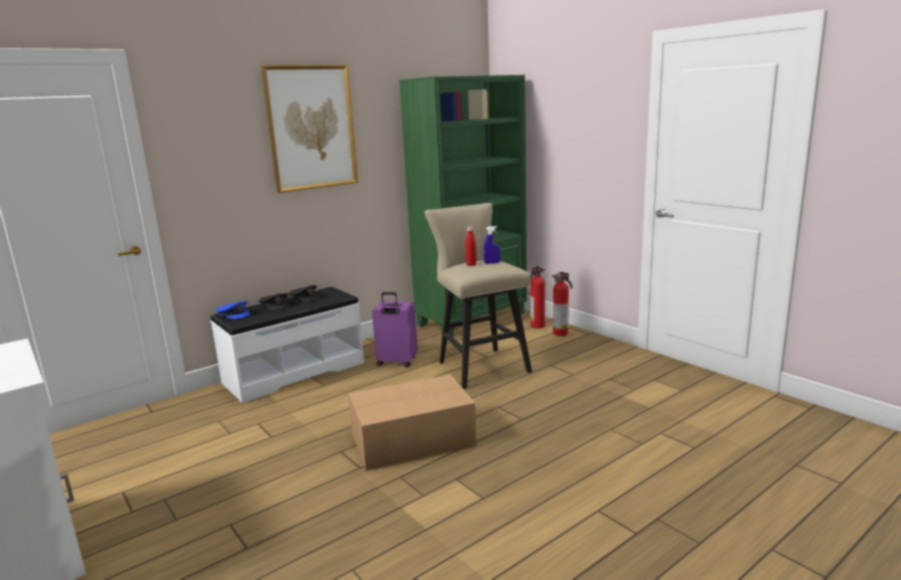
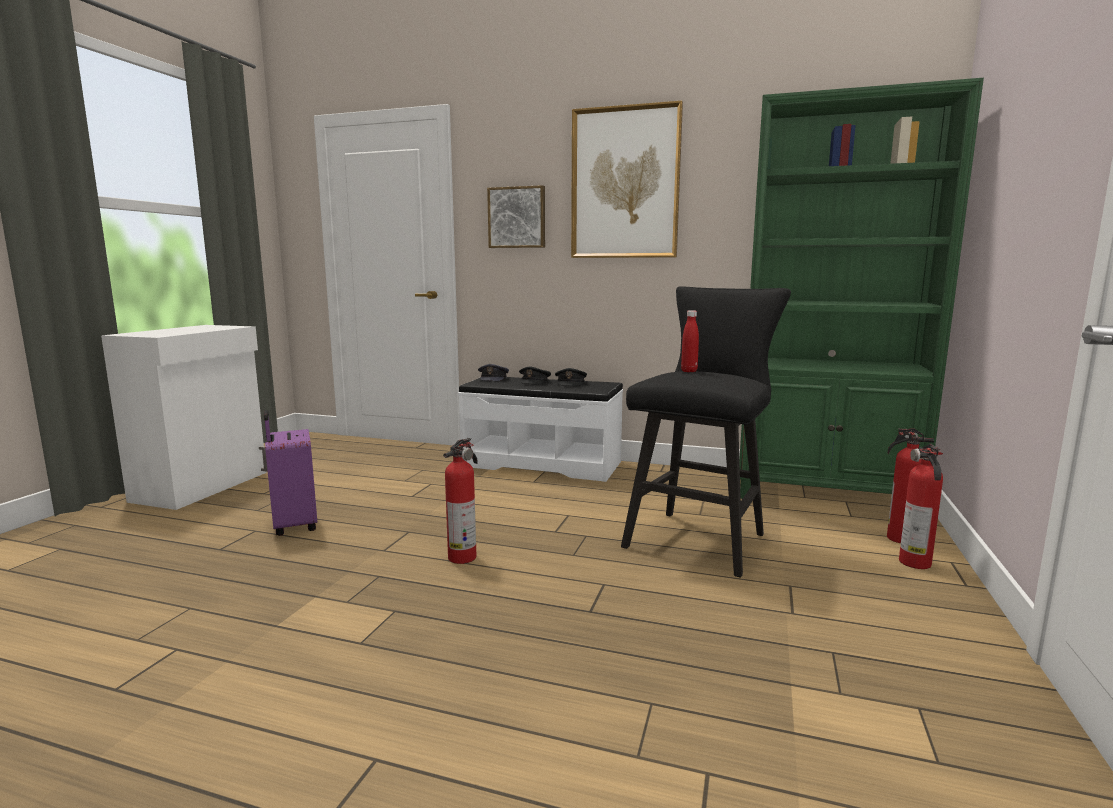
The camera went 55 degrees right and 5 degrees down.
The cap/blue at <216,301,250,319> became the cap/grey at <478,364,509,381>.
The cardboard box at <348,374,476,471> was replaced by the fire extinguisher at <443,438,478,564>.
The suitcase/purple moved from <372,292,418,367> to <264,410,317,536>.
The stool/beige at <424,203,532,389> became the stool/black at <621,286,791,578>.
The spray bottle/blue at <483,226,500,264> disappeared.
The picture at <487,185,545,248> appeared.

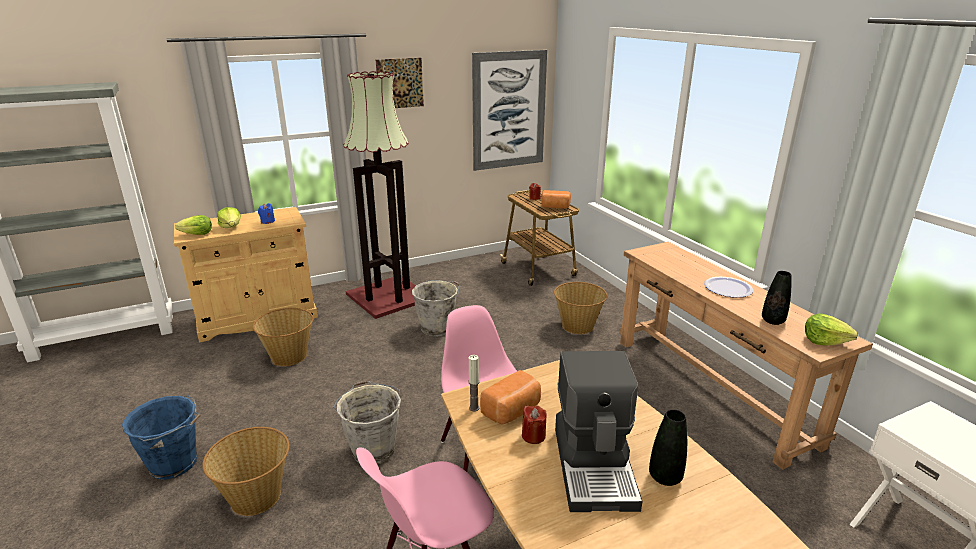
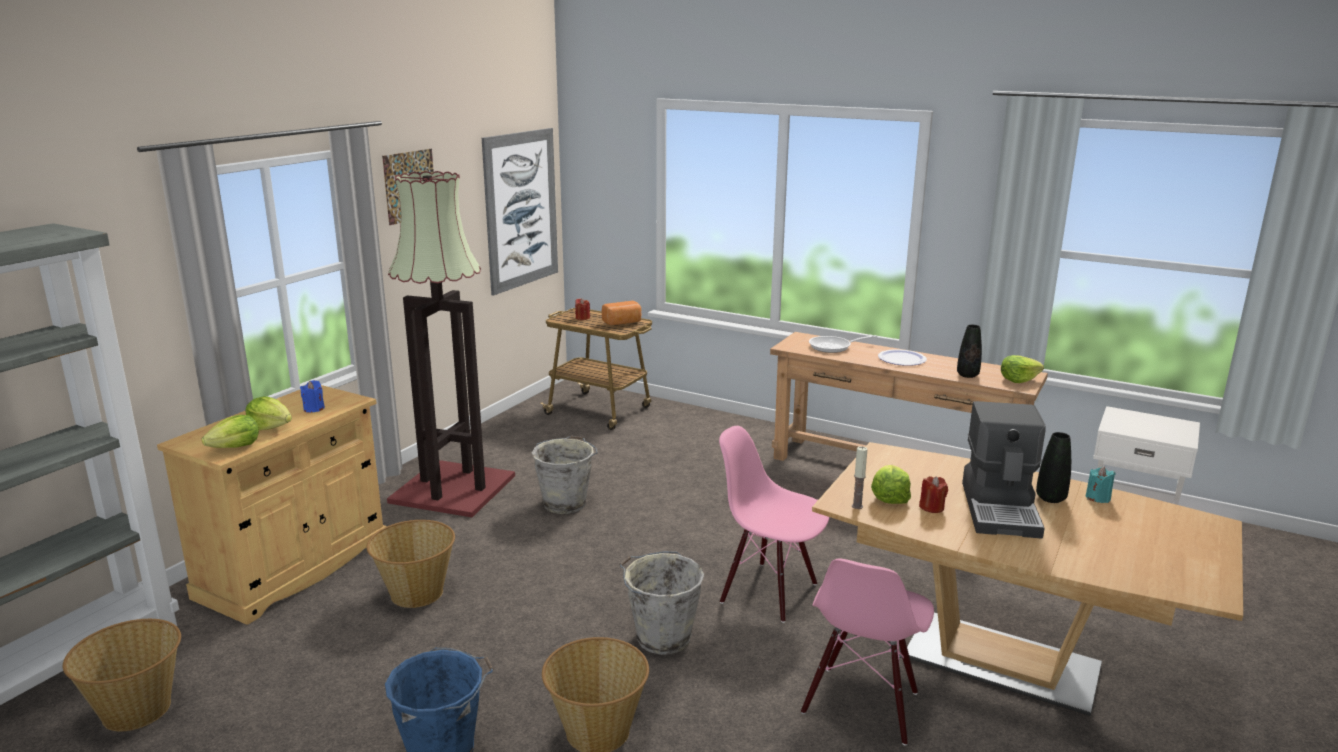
The camera went 35 degrees left and 5 degrees down.
The bread at <480,370,541,425> was replaced by the lettuce at <871,465,911,504>.
The basket moved from <554,282,607,334> to <63,619,181,731>.
The coffee machine at <555,351,643,512> turned 45 degrees clockwise.
The frying pan at <809,335,877,353> appeared.
The candle/turquoise at <1086,467,1116,503> appeared.

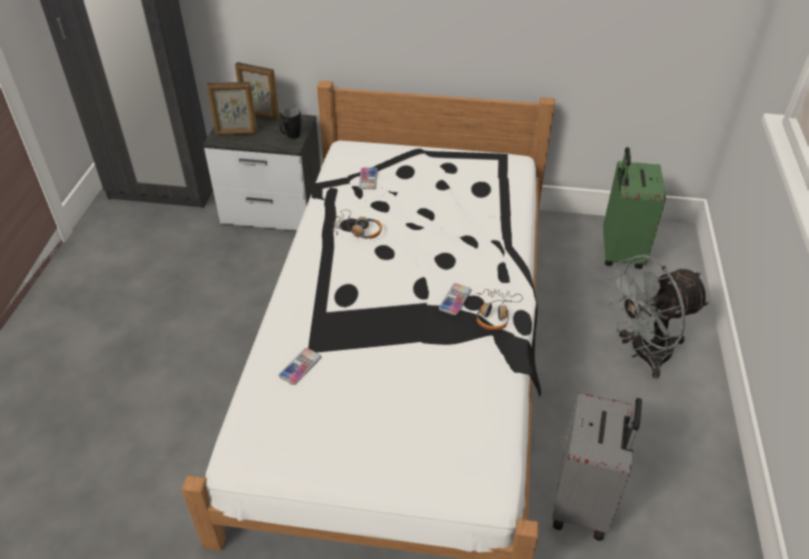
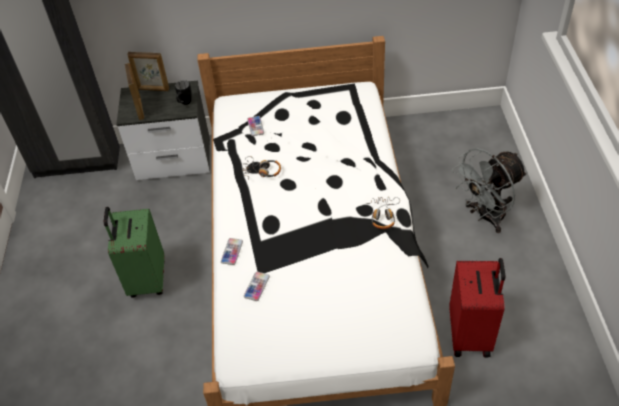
The camera went 10 degrees left and 5 degrees up.
The picture frame at <206,82,257,135> turned 90 degrees counterclockwise.
The phone moved from <439,283,471,315> to <221,238,243,265>.
The suitcase/grey at <552,392,642,541> became the suitcase/red at <449,258,505,358>.
The suitcase/green moved from <603,147,666,269> to <104,207,165,298>.

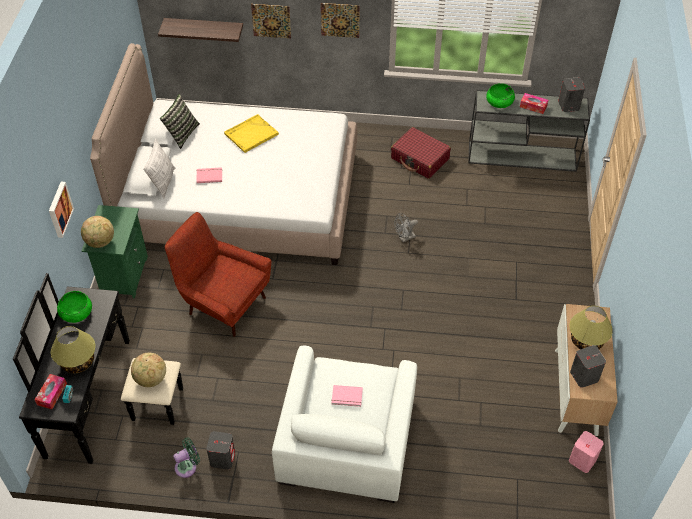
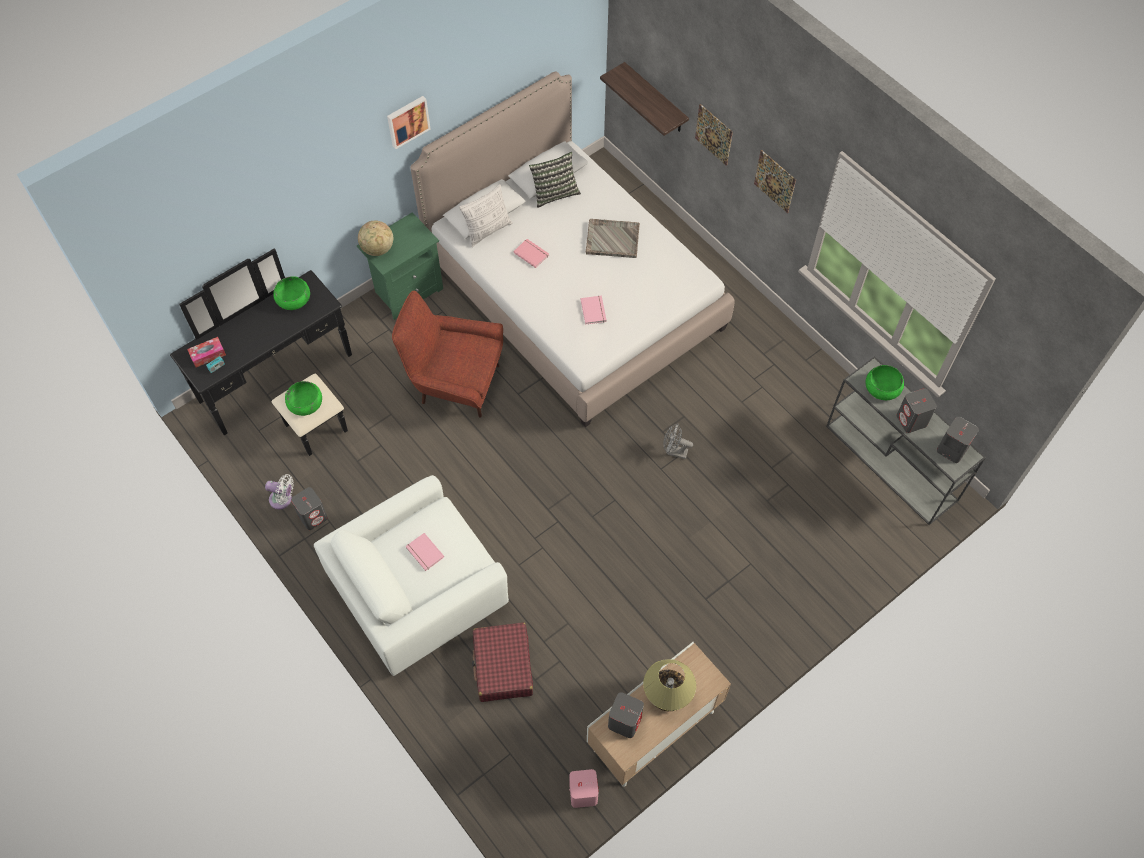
The camera went 45 degrees right and 10 degrees up.
The picture moved from <49,182,74,238> to <387,96,431,149>.
The table lamp at <51,326,95,373> disappeared.
The globe at <131,353,166,387> was replaced by the bowl/green at <285,381,322,416>.
The armchair/red at <165,212,271,337> turned 60 degrees counterclockwise.
The fan/green at <173,437,200,478> became the fan/white at <265,474,294,509>.
The tray/yellow at <224,114,279,153> became the tray/grey at <586,219,640,258>.
The suitcase/red moved from <391,127,451,179> to <472,622,533,702>.
The tissue box at <520,93,548,114> was replaced by the speaker/grey at <897,388,937,433>.
The book/pink at <581,296,607,324> appeared.

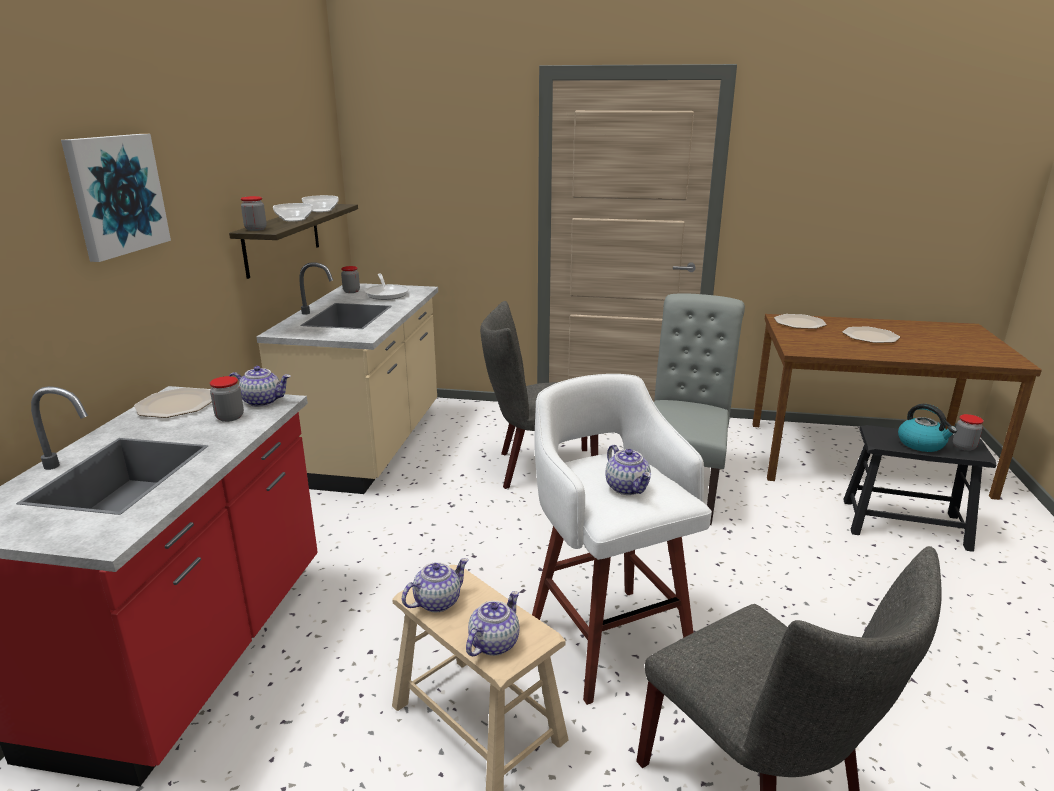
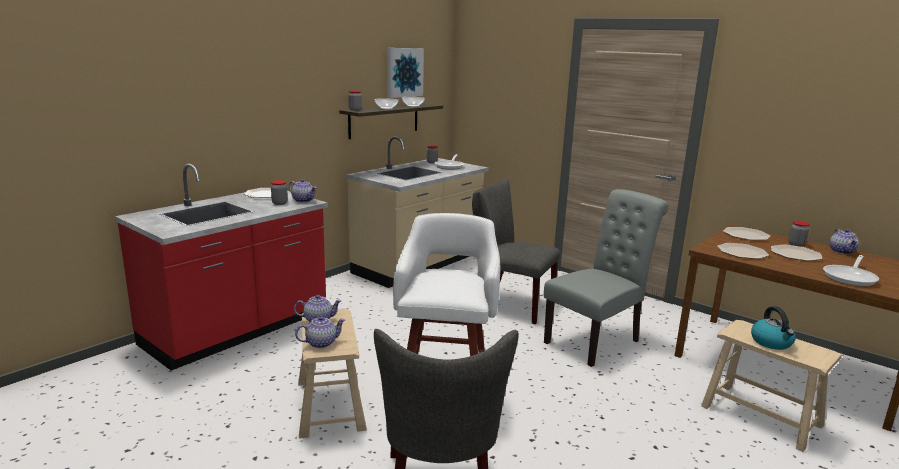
The camera went 30 degrees right and 5 degrees down.
The picture moved from <61,134,171,262> to <387,48,424,98>.
The teapot moved from <605,445,651,495> to <830,229,859,254>.
The stool/black at <843,425,996,552> became the stool/beige at <701,320,842,452>.
The jar moved from <953,414,984,451> to <788,221,810,247>.
The plate at <717,243,769,259> appeared.
The frying pan at <823,255,879,286> appeared.

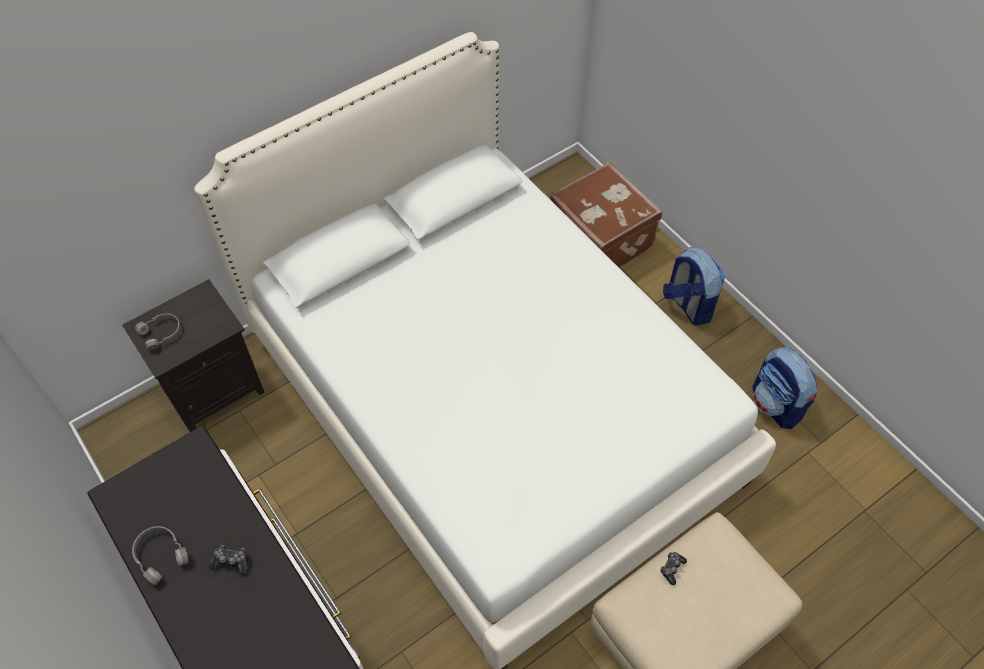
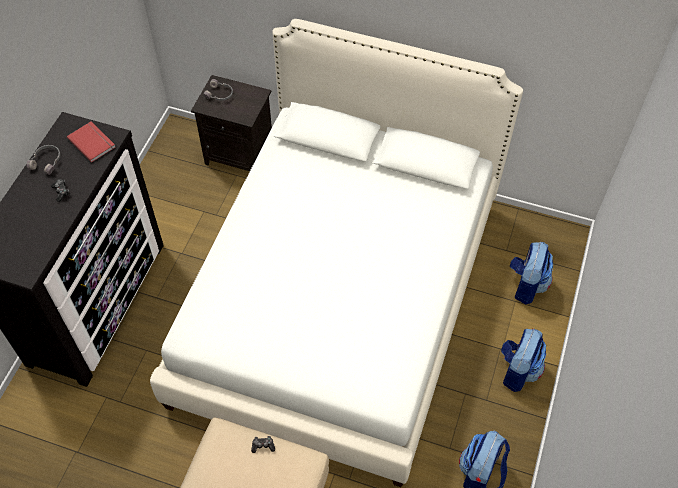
The camera went 55 degrees right and 0 degrees up.
The suitcase/brown at <550,162,662,268> was replaced by the backpack at <510,242,553,304>.
The book/red at <67,122,115,163> appeared.

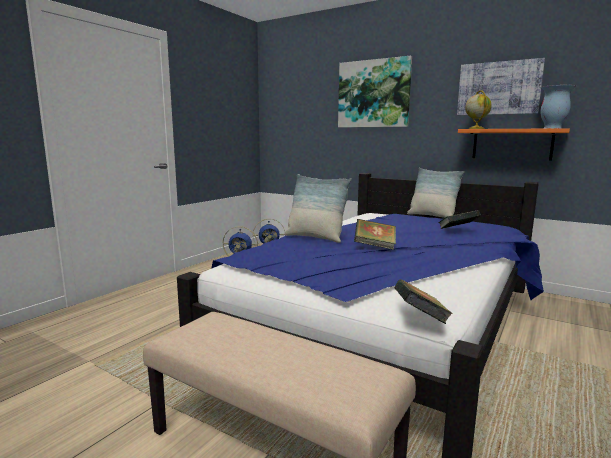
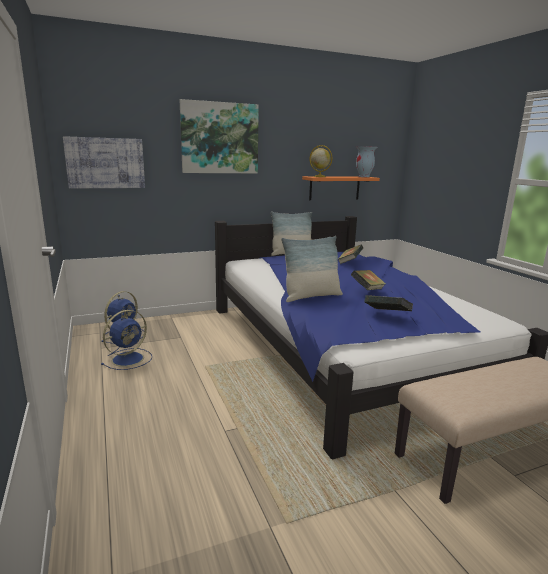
The camera went 55 degrees left and 5 degrees up.
The book moved from <394,279,452,324> to <365,295,413,311>.
The picture moved from <457,58,545,115> to <63,136,145,188>.

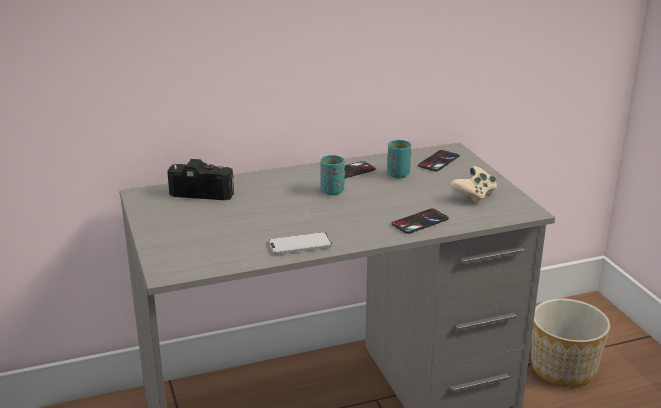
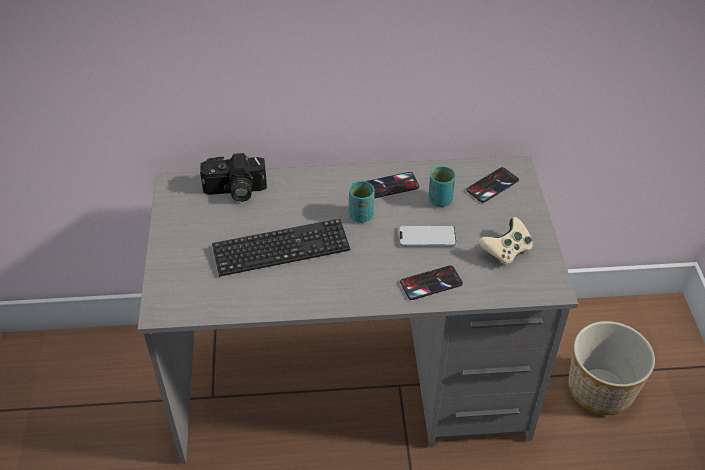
The camera went 15 degrees right and 20 degrees up.
The photo camera at <167,159,234,200> turned 150 degrees clockwise.
The phone moved from <269,232,332,255> to <399,225,456,247>.
The keyboard at <212,218,350,277> appeared.

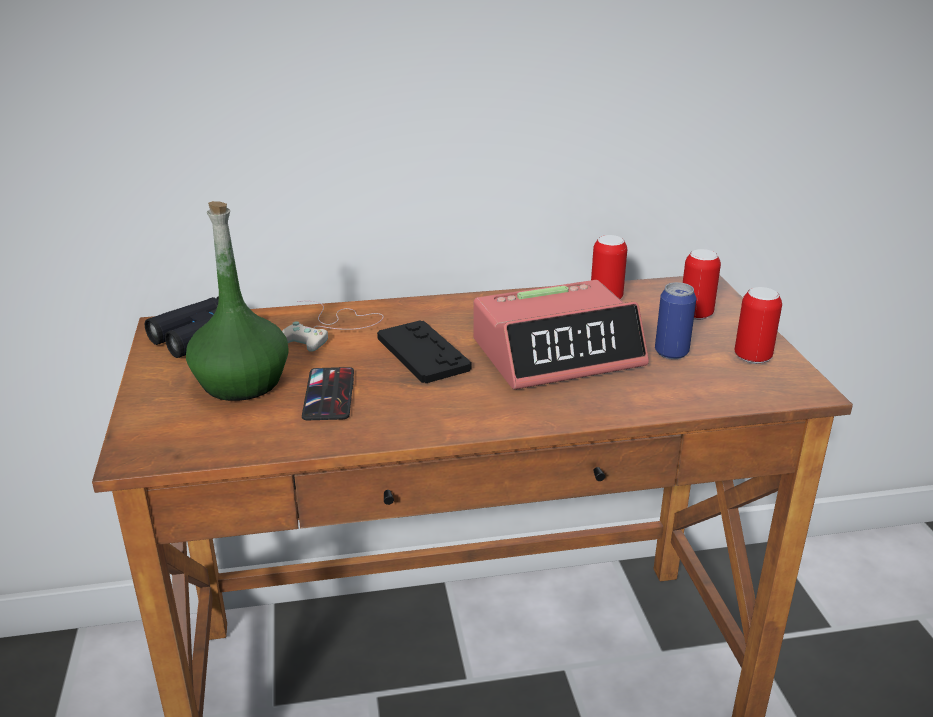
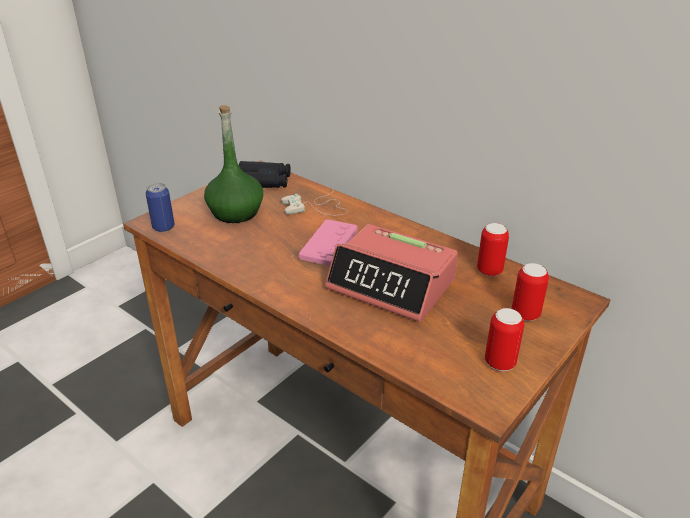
The camera went 50 degrees right and 5 degrees up.
The phone at <302,367,354,420> disappeared.
The game controller/black at <377,320,471,383> became the game controller/pink at <299,219,358,266>.
The can moved from <655,282,696,359> to <146,183,174,232>.

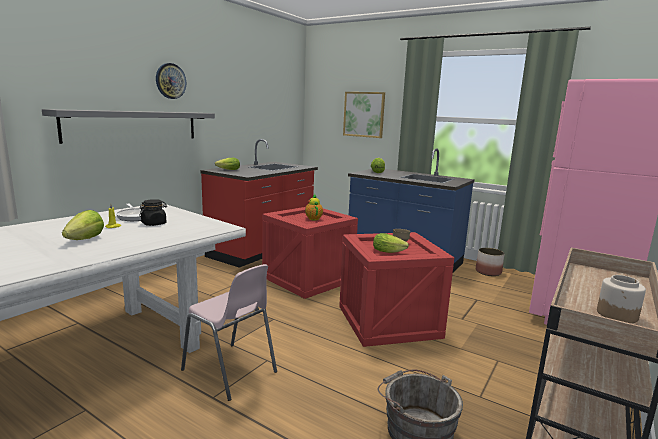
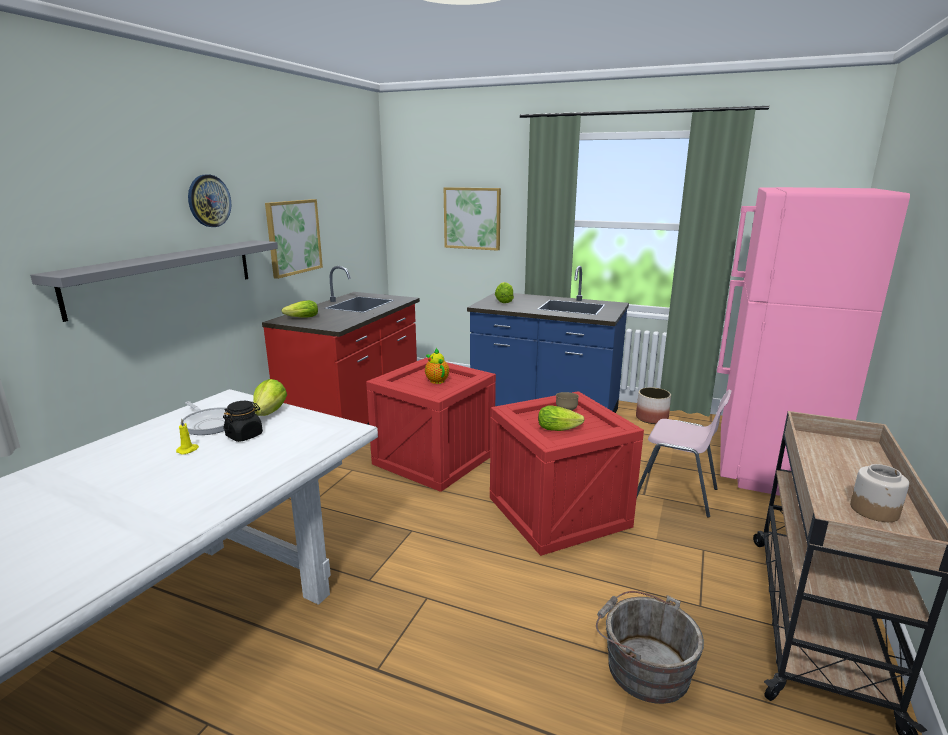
The camera went 10 degrees left and 5 degrees up.
The lettuce moved from <62,210,104,240> to <253,379,287,416>.
The chair/pink moved from <181,264,277,401> to <637,389,732,518>.
The picture at <265,199,323,279> appeared.

